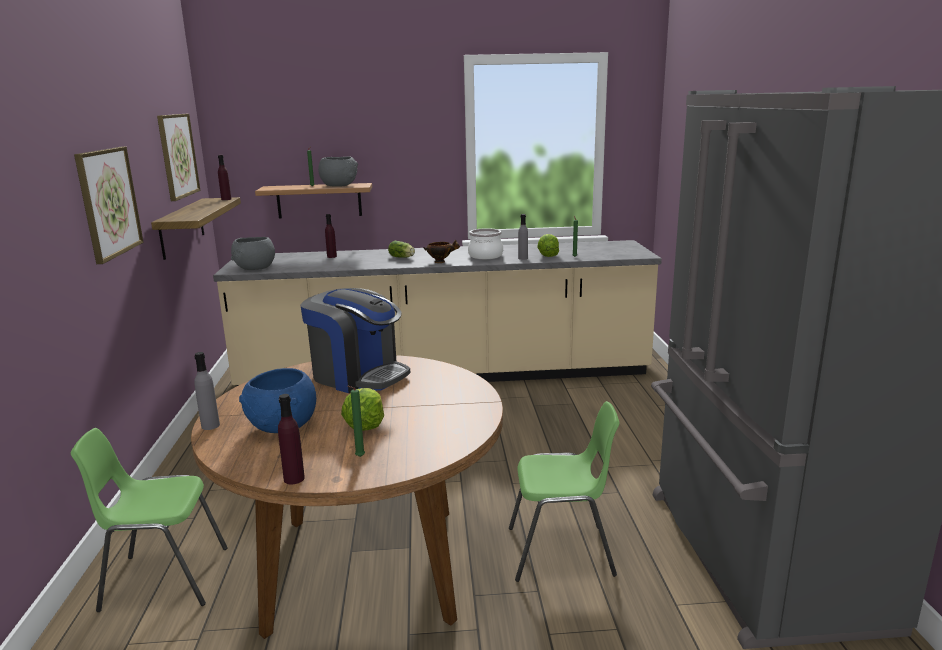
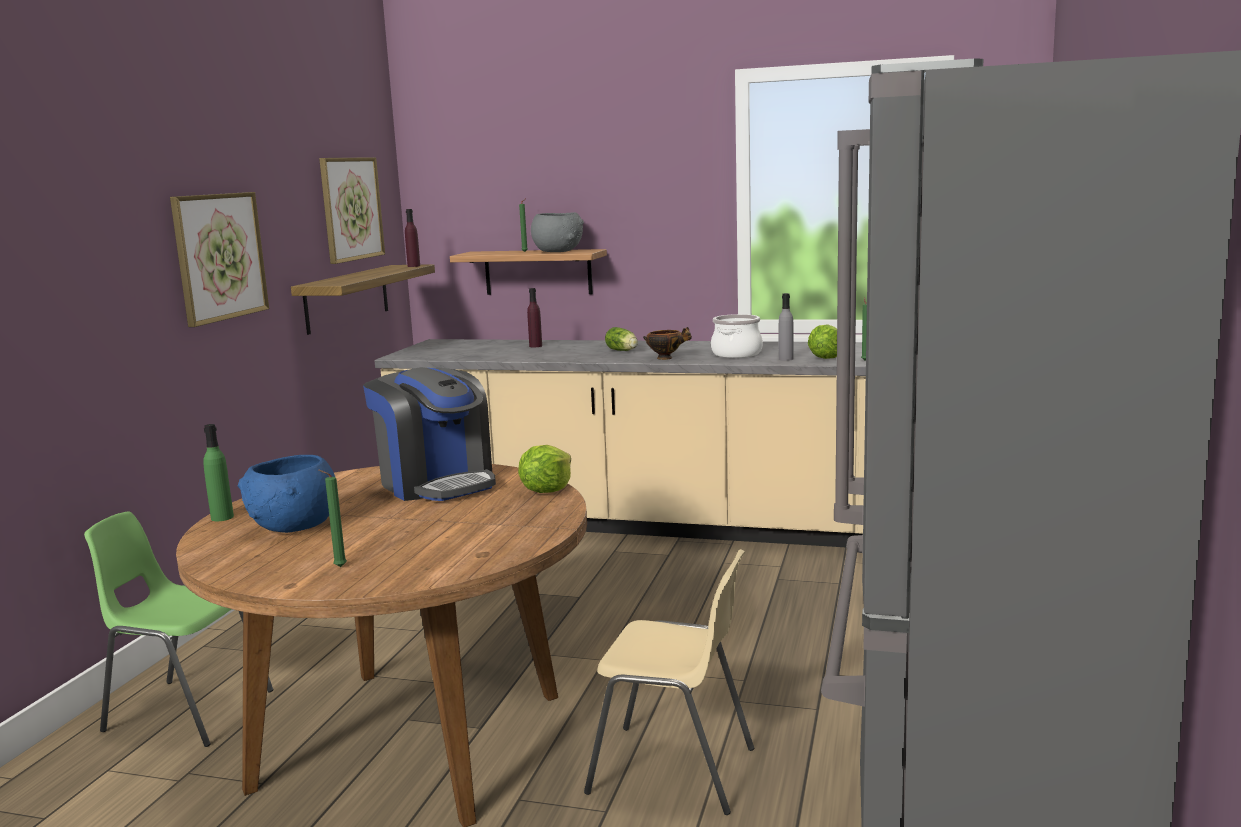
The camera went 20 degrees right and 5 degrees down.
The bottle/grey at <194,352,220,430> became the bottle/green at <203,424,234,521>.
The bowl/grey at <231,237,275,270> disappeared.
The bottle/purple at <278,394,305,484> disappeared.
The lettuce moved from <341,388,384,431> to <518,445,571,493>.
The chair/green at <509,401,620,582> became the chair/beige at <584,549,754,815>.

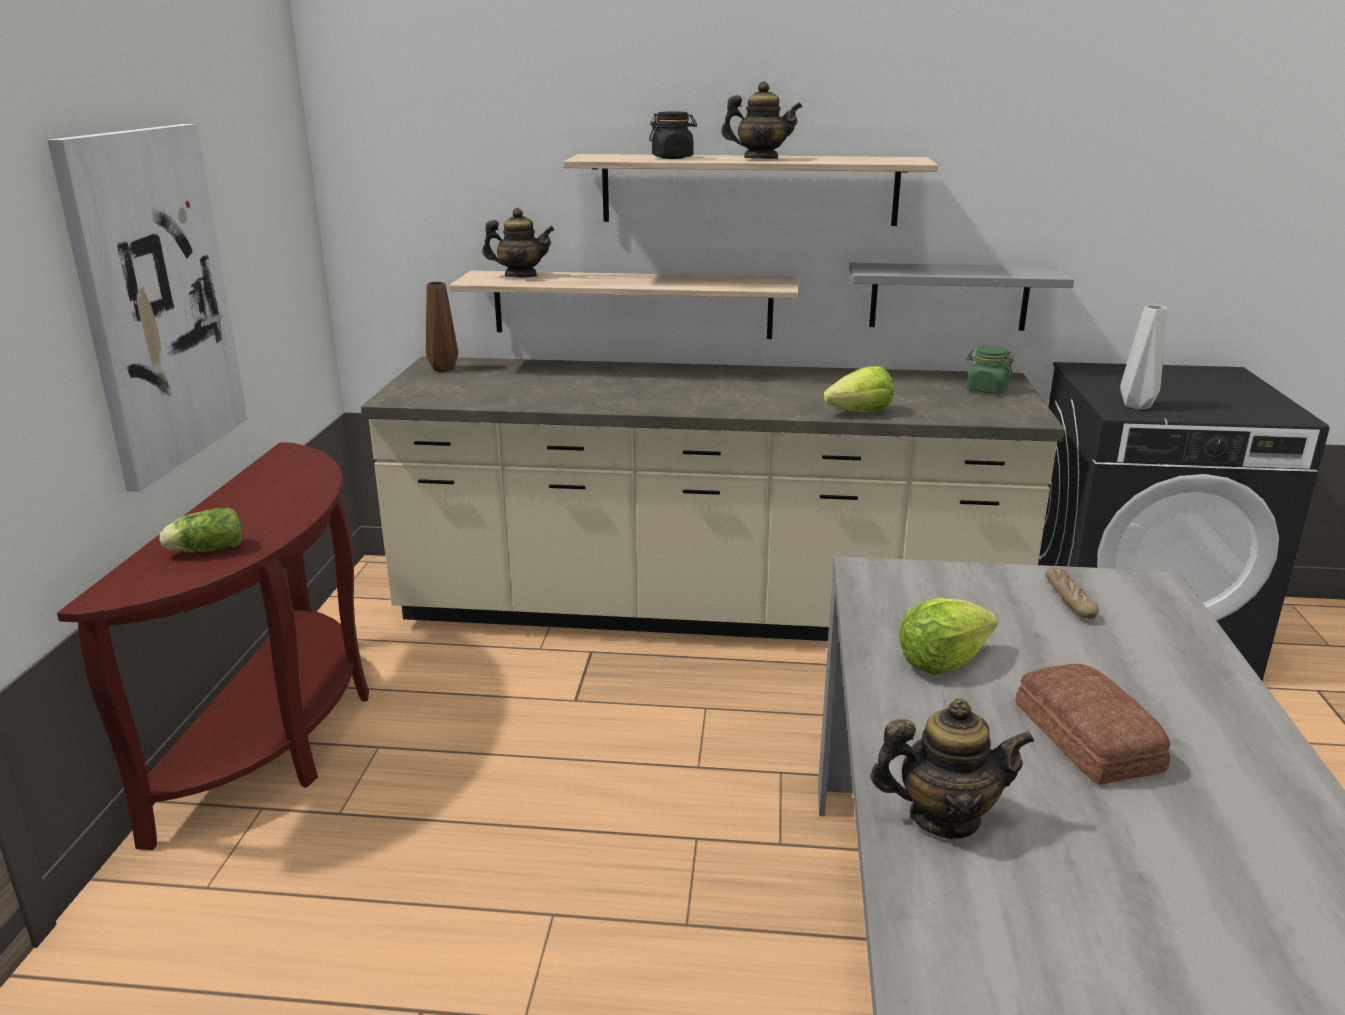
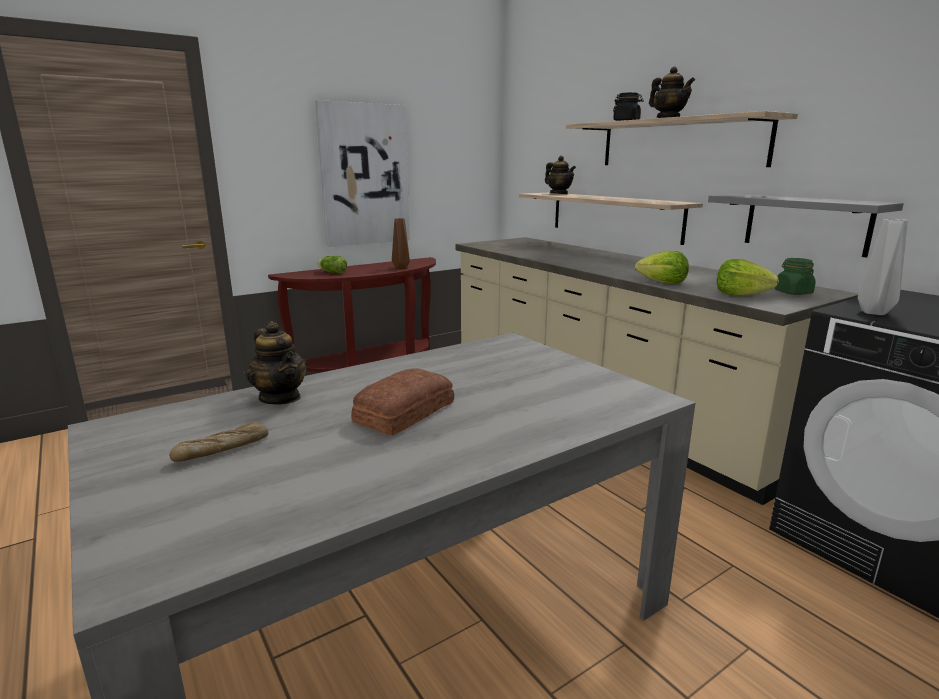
The camera went 50 degrees right and 5 degrees down.
The vase/brown moved from <426,282,458,372> to <392,218,410,269>.
The lettuce moved from <899,598,998,675> to <717,259,779,296>.
The bread moved from <1045,567,1099,619> to <169,422,269,462>.

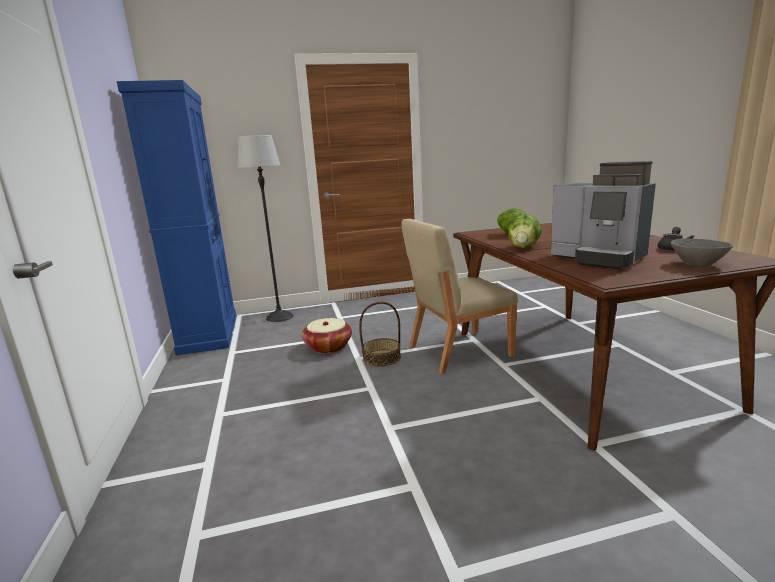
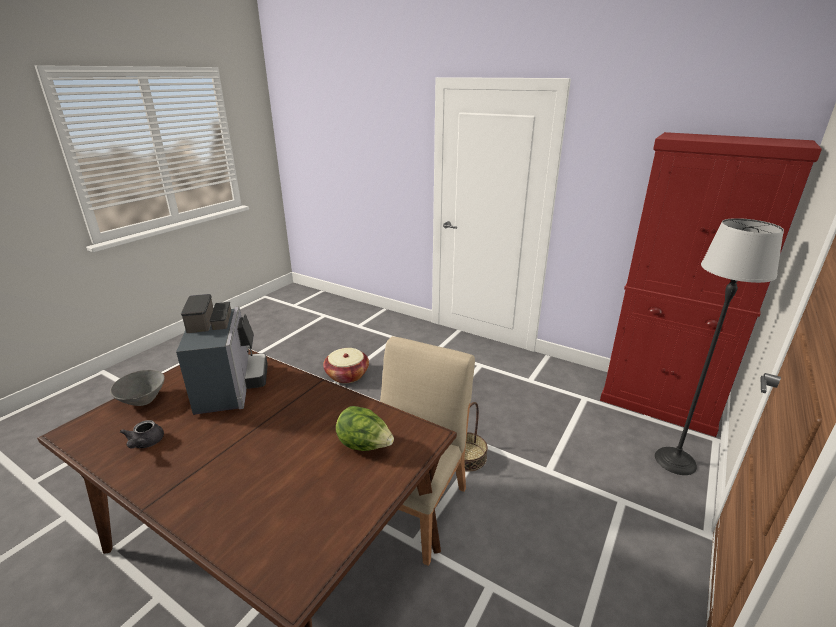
The camera went 135 degrees right and 10 degrees up.
The cabinet/blue at <116,80,236,356> became the cabinet/red at <600,132,822,437>.
The basket moved from <302,318,352,354> to <323,348,369,383>.
The lettuce at <507,214,542,248> disappeared.
The coffee machine at <550,161,656,270> turned 75 degrees clockwise.

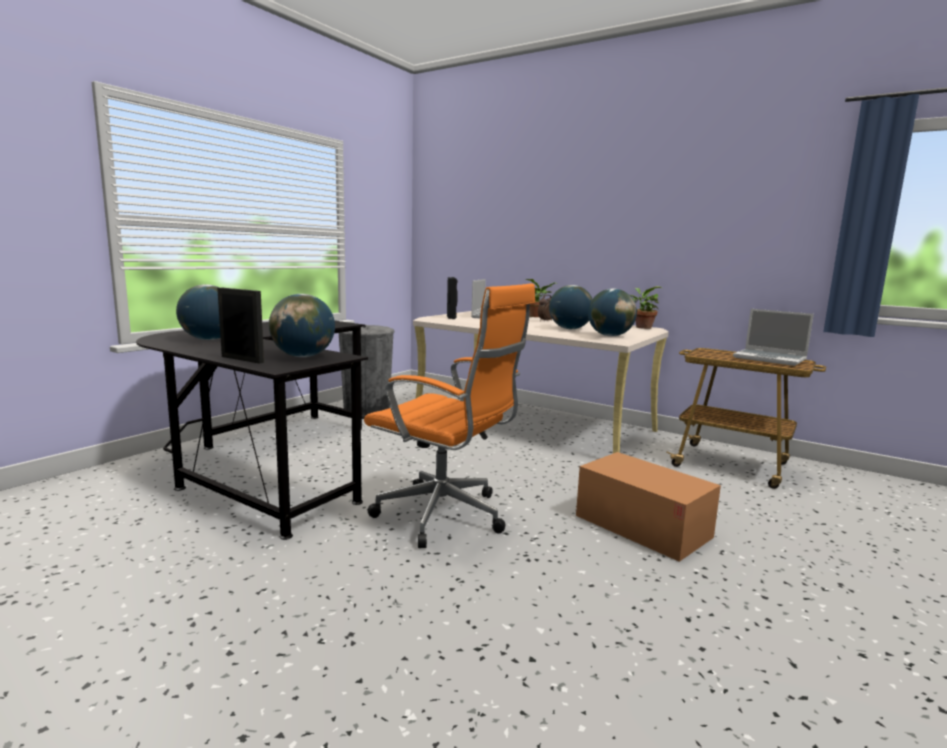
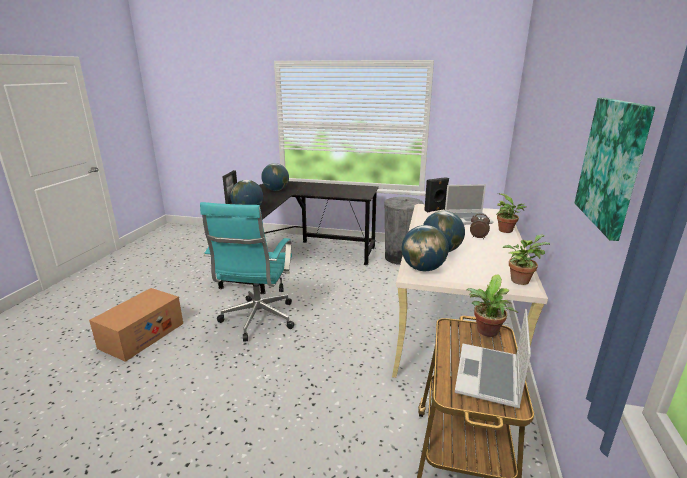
The camera went 70 degrees right and 10 degrees up.
The office chair/orange at <364,283,535,548> became the office chair/turquoise at <200,202,294,342>.
The cardboard box moved from <576,452,721,562> to <89,288,183,362>.
The potted plant at <466,274,518,337> appeared.
The picture at <575,98,655,241> appeared.

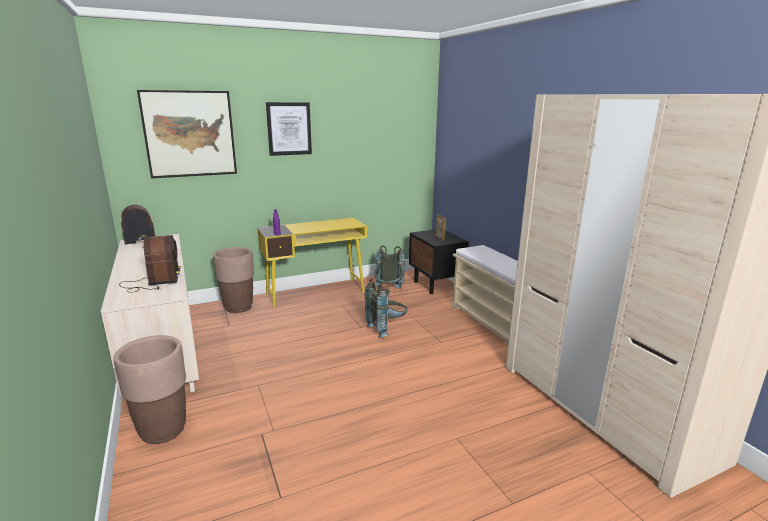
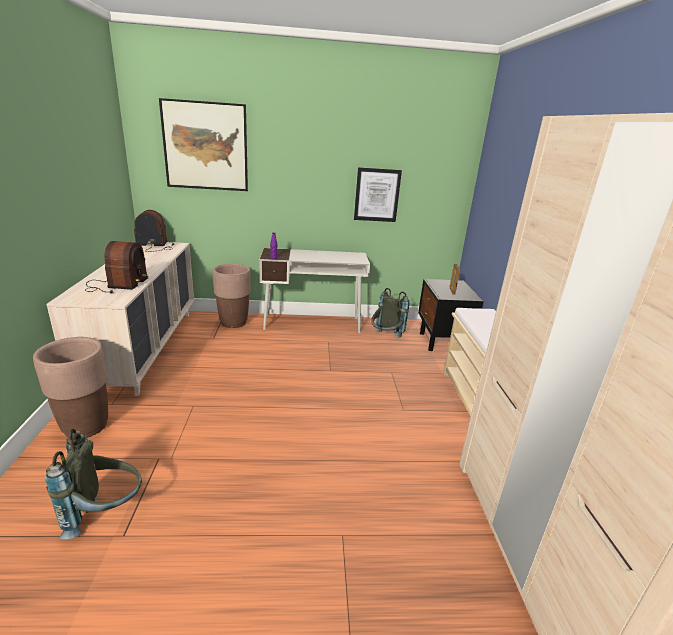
The camera went 20 degrees right and 5 degrees up.
The desk/yellow at <257,218,367,308> became the desk/white at <260,248,370,333>.
The picture moved from <266,102,312,156> to <354,167,402,222>.
The backpack/grey moved from <365,279,408,338> to <45,429,142,539>.

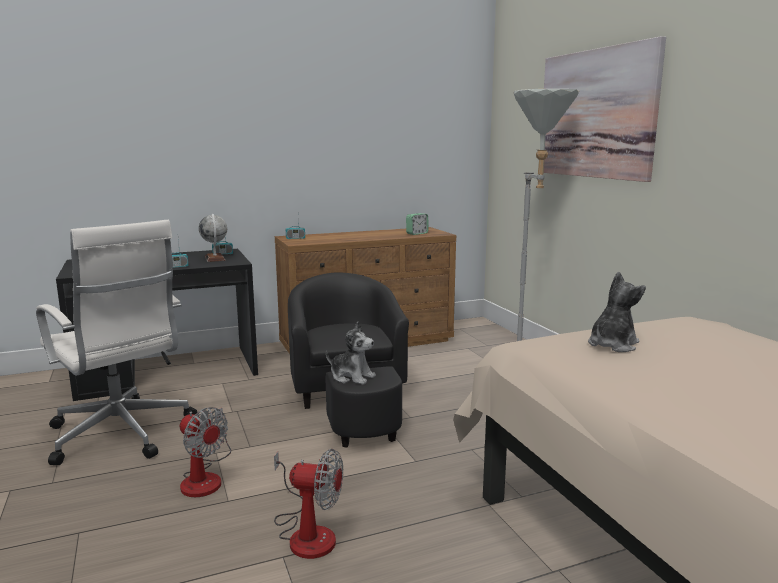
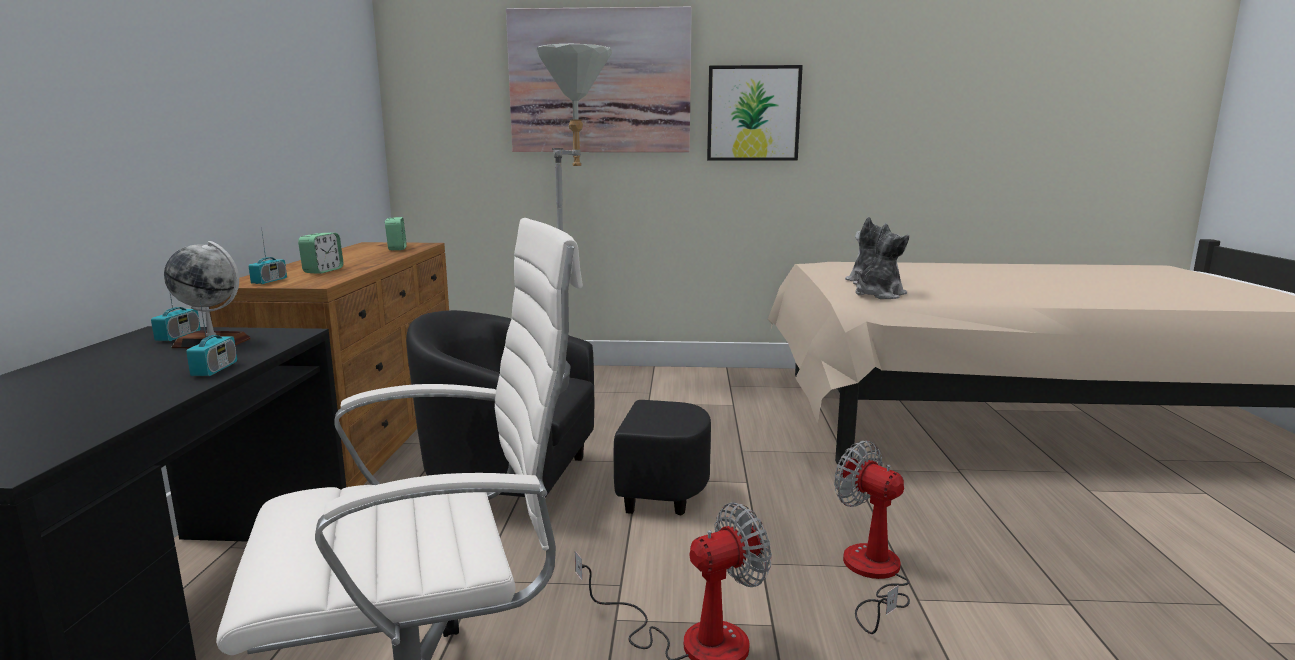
The camera went 65 degrees left and 0 degrees up.
The fan at <274,449,343,559> turned 75 degrees counterclockwise.
The plush toy moved from <326,322,376,385> to <855,223,909,299>.
The alarm clock at <298,233,343,274> appeared.
The picture at <707,65,803,160> appeared.

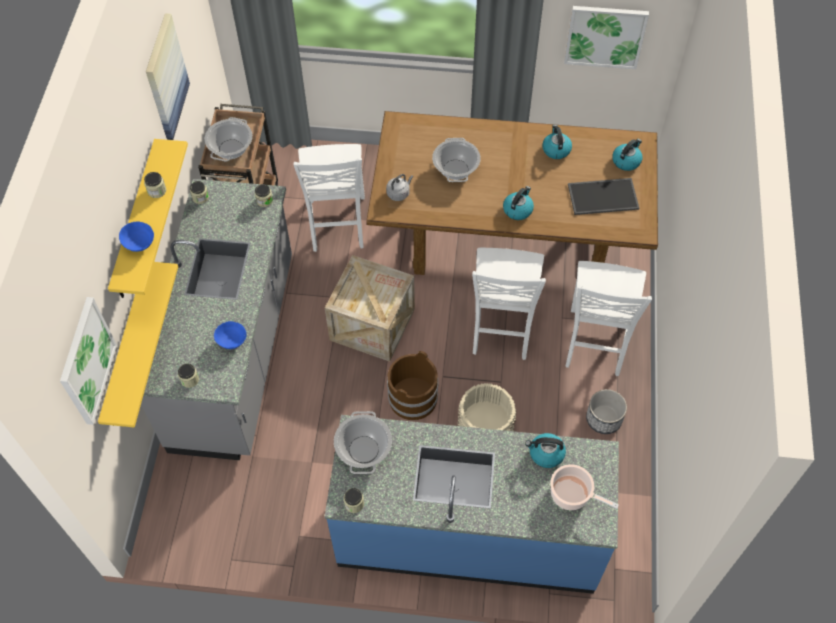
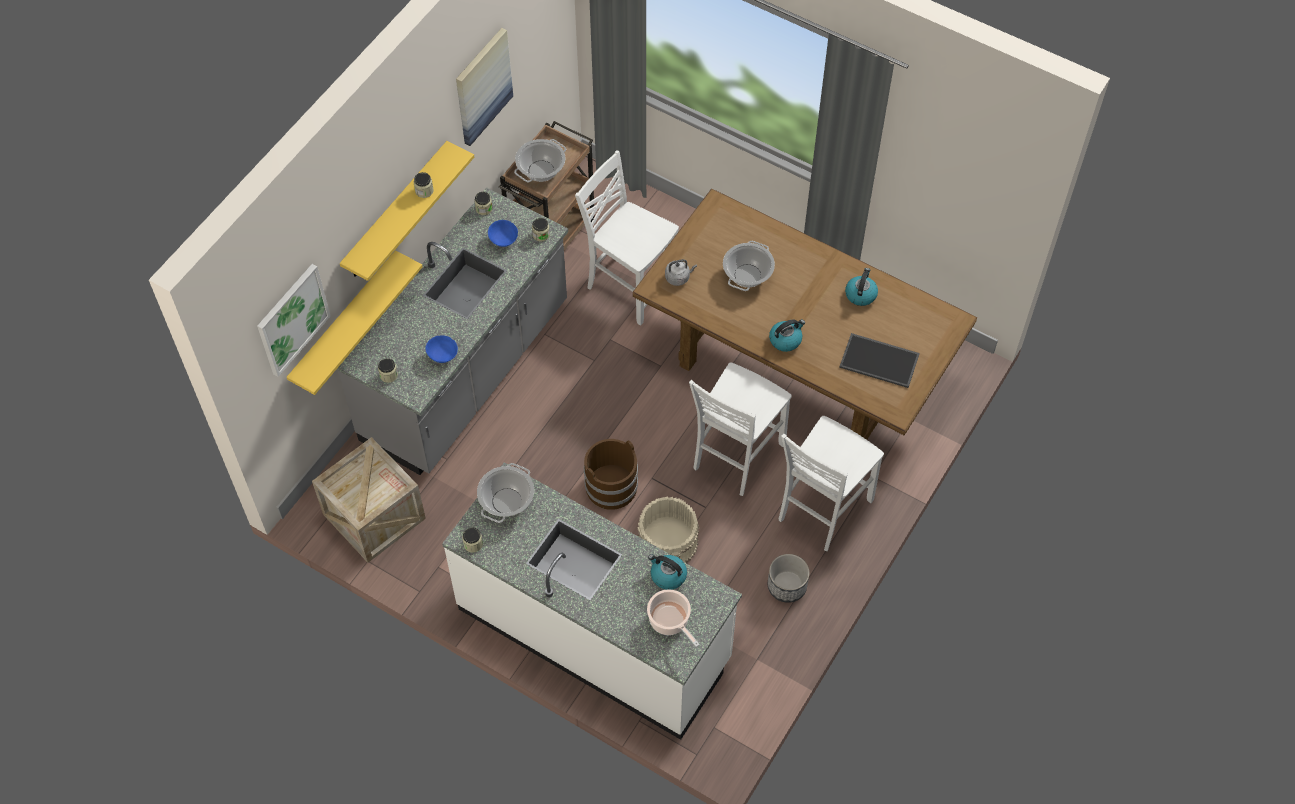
The camera went 25 degrees right and 0 degrees up.
The bowl/blue moved from <119,221,154,252> to <488,220,518,247>.
The chair/white at <293,144,365,252> turned 105 degrees clockwise.
The crate moved from <325,255,415,362> to <312,437,426,563>.
The counter/blue at <325,415,619,594> became the counter/white at <442,462,742,740>.
The picture at <564,6,649,69> disappeared.
The kettle at <612,139,642,171> disappeared.

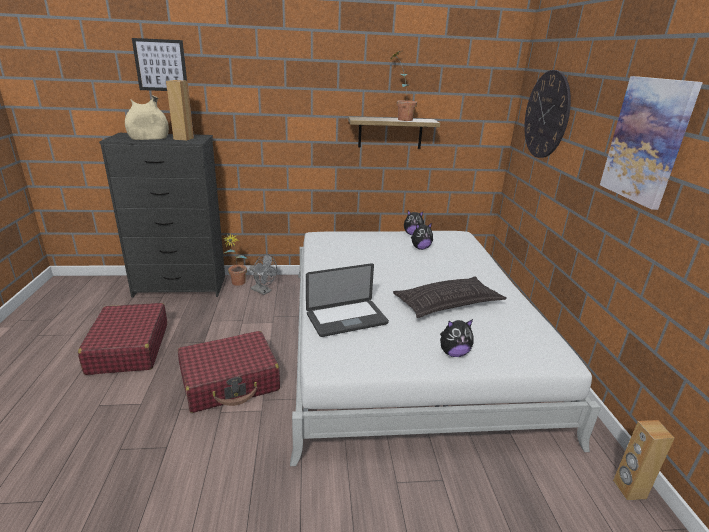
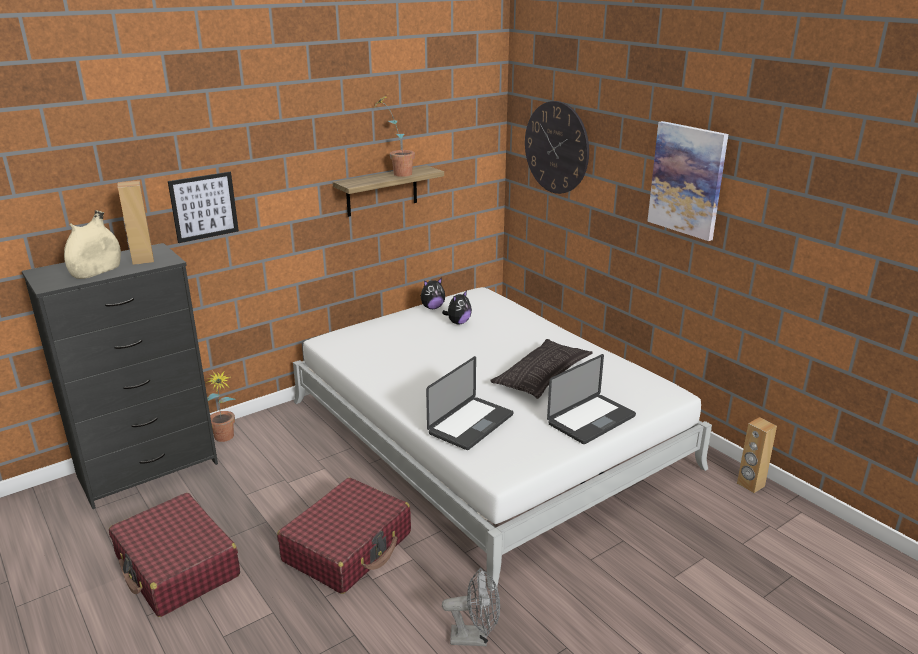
The camera went 30 degrees left and 0 degrees up.
The picture moved from <132,38,187,91> to <168,172,239,243>.
The fan/grey moved from <249,254,277,295> to <442,568,500,646>.
The plush toy at <440,319,474,357> was replaced by the laptop at <547,354,636,444>.

